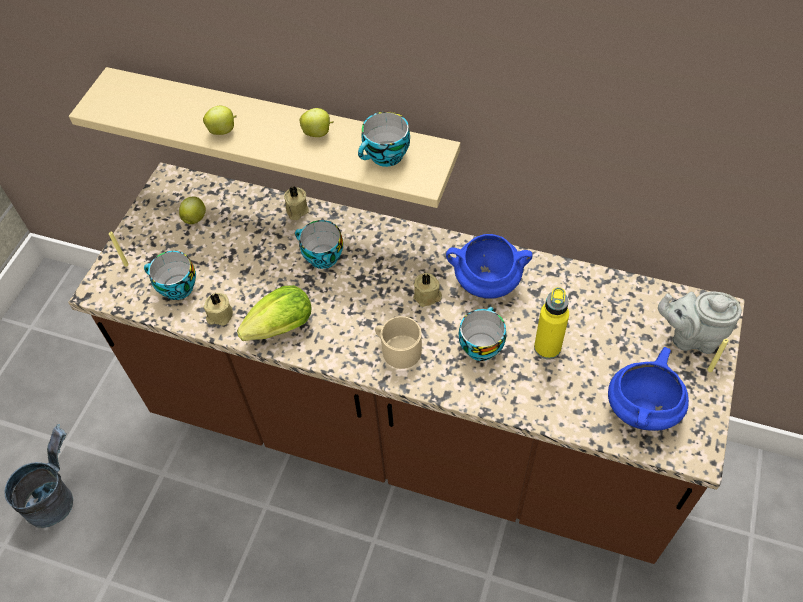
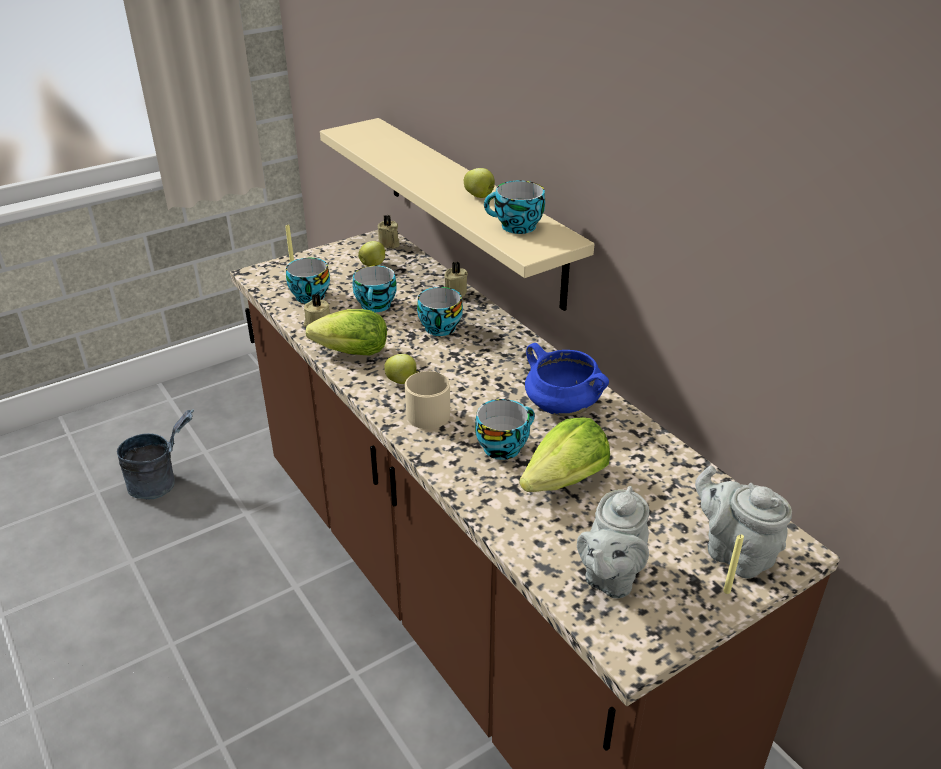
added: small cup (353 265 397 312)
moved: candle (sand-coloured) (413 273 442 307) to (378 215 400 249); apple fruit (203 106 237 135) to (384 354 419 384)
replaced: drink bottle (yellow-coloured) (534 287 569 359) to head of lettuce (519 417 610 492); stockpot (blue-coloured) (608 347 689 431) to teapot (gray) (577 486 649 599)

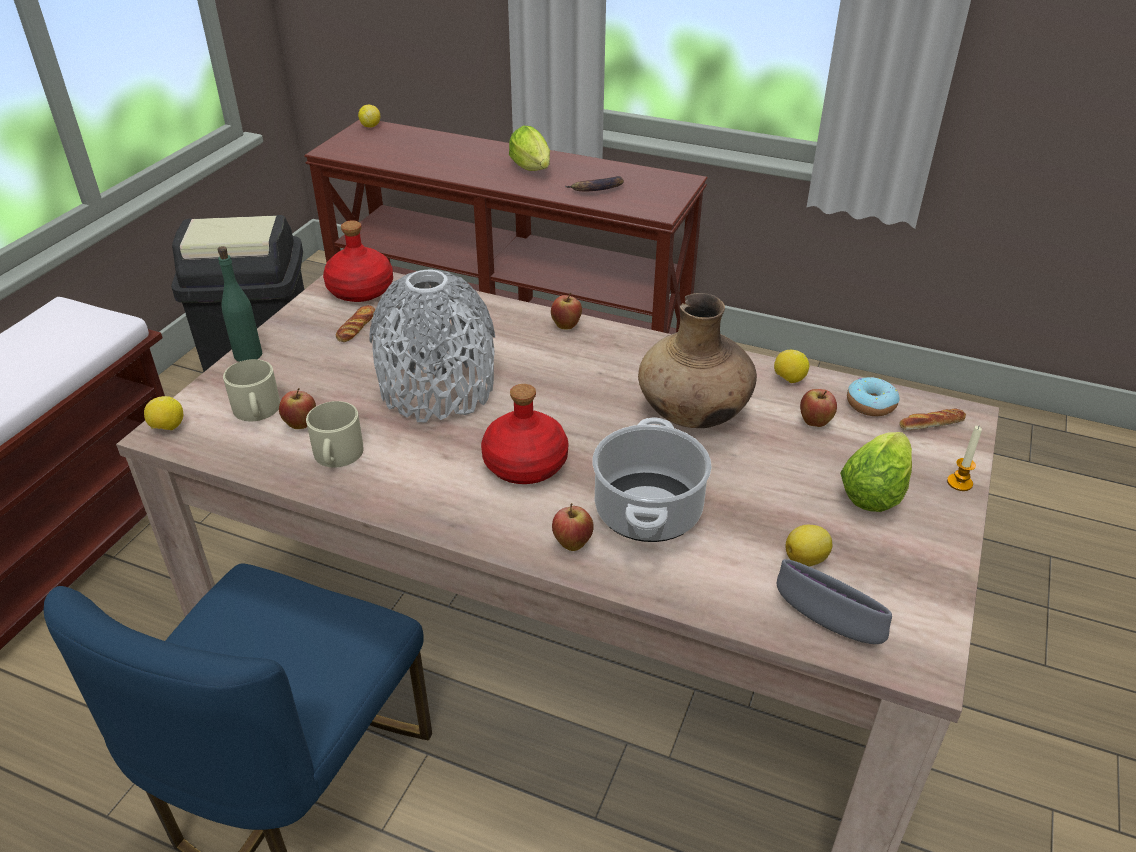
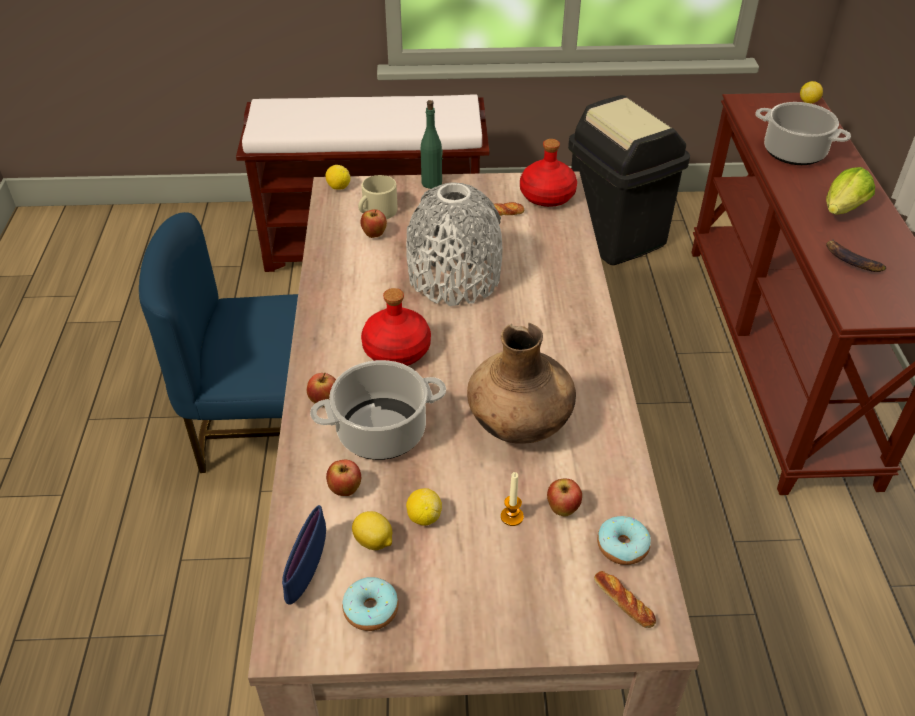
removed: coffee mug (sand-coloured) (306 401 363 467); head of lettuce (840 432 912 512)
added: ring doughnut (342 577 399 631); stockpot (755 102 851 165)
moved: apple fruit (551 293 582 329) to (326 460 361 496); whole lemon (774 350 809 383) to (406 488 442 526); candle (947 426 982 491) to (501 472 524 526)
recoloured: serving bowl (gray) (777 559 892 644) to serving bowl (blue-coloured) (282 505 326 605)

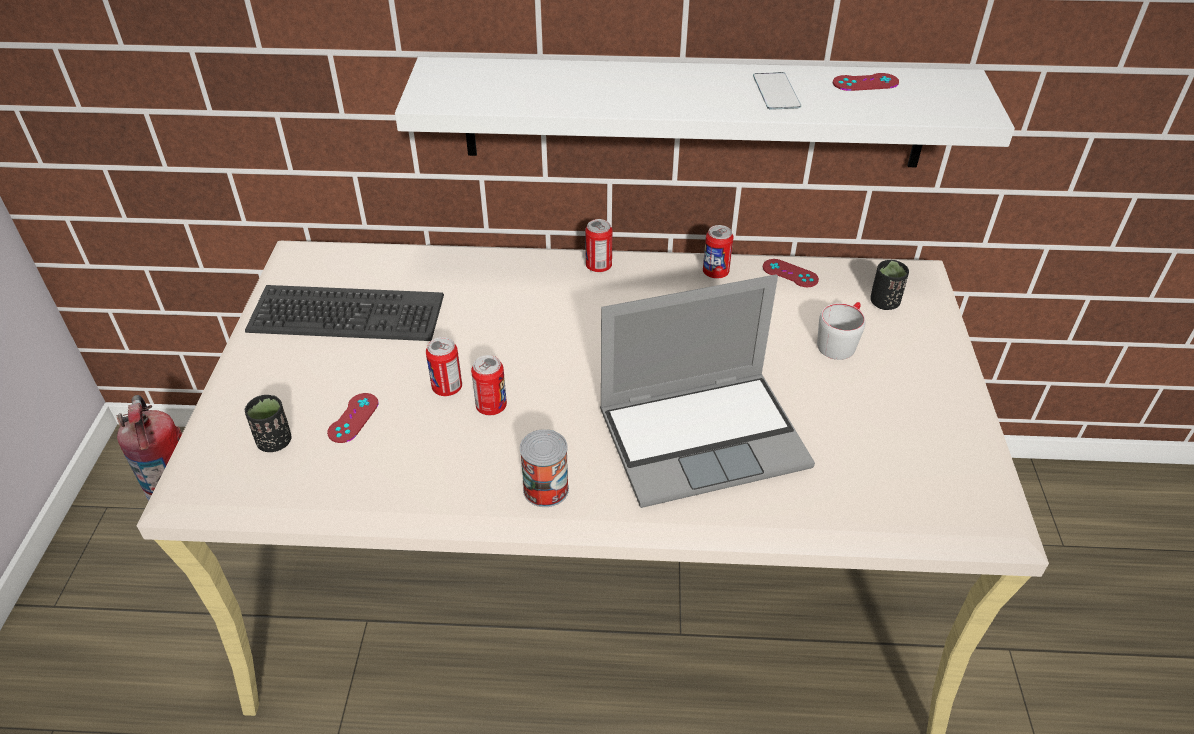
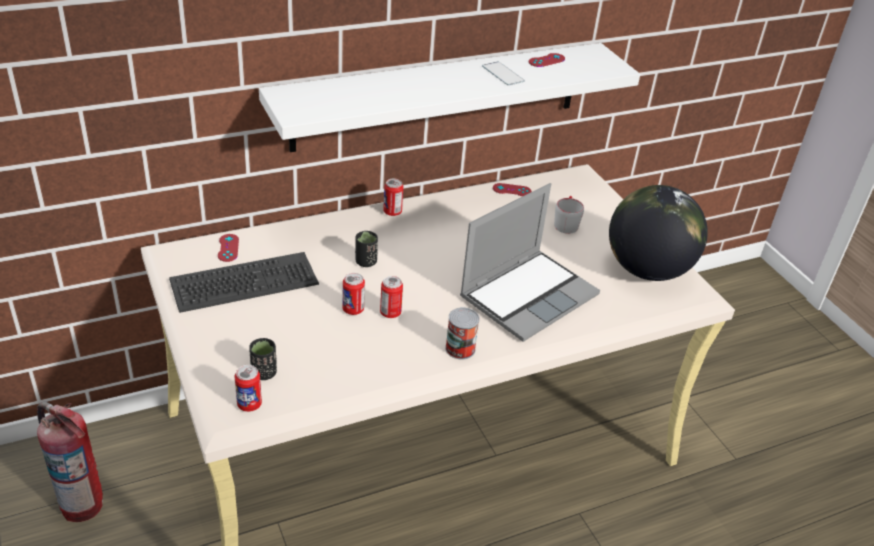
added: world globe (609 185 708 281)
moved: gamepad (red-coloured) (327 393 379 443) to (218 234 239 262); metal can (703 225 733 279) to (235 365 262 412); small cup (black-coloured) (870 260 909 310) to (355 231 378 267)

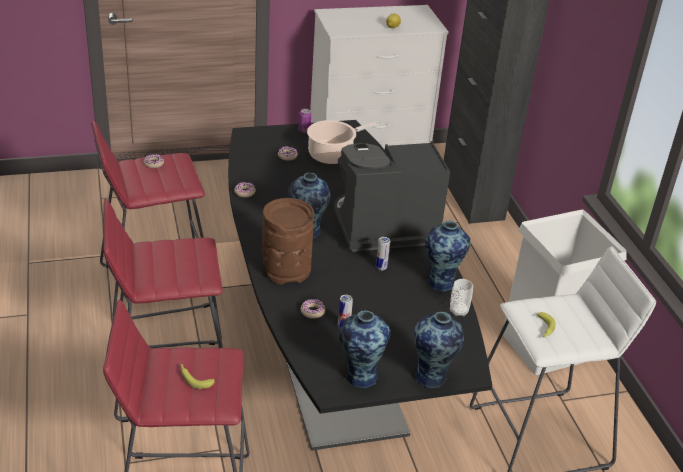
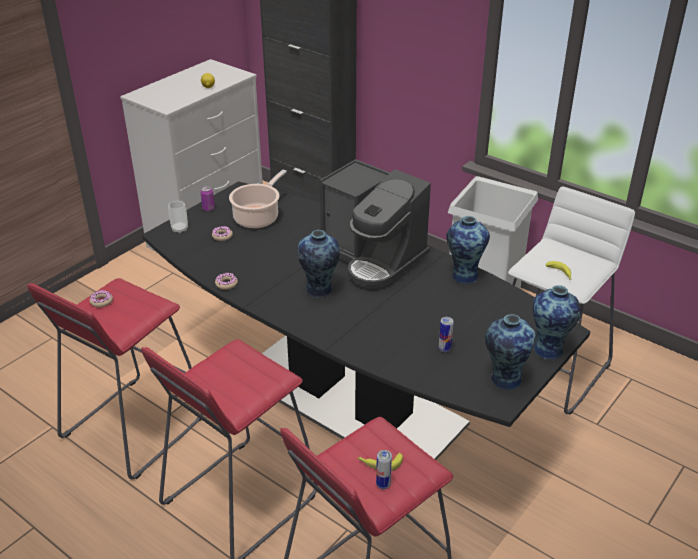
removed: decorative vase (brown-coloured) (262 198 314 285); ring doughnut (301 299 325 319)
moved: small cup (450 279 473 316) to (168 201 188 233); metal can (376 237 390 270) to (376 450 392 489)
turned: coffee machine (334 141 450 252) = (319 159 431 289) 90 degrees counterclockwise

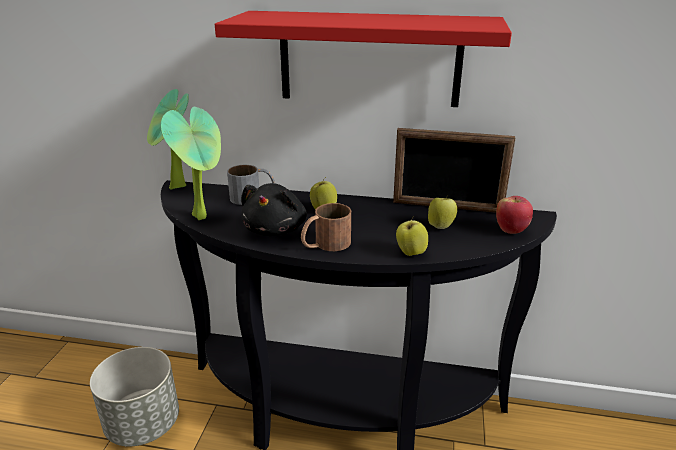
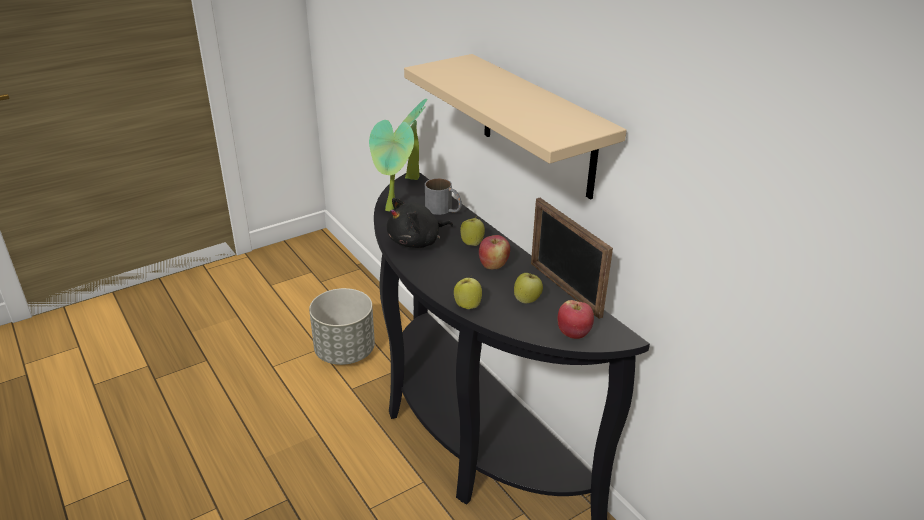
removed: coffee mug (brown-coloured) (301 203 351 251)
added: apple fruit (479 235 510 269)
recoloured: bracket shelf (red-coloured) (215 11 512 107) to bracket shelf (sand-coloured) (404 54 627 200)

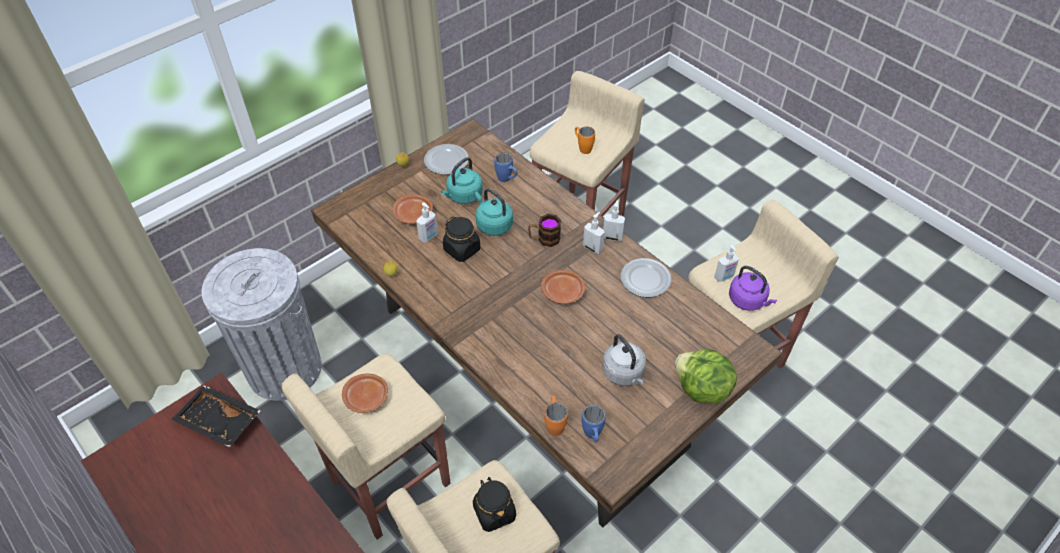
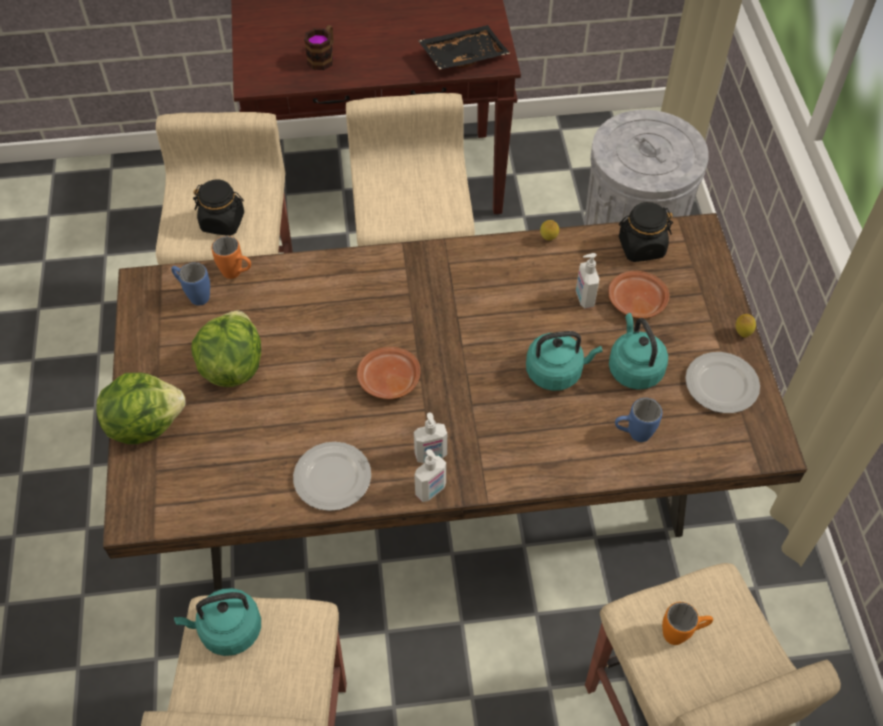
removed: flat dish (brown-coloured) (342 374 388 413); soap bottle (714 245 739 282)
moved: coffee mug (528 214 561 247) to (304 25 334 70); storage jar (black-coloured) (443 217 480 262) to (619 202 673 262)
replaced: tea kettle (gray) (602 334 646 386) to head of lettuce (191 310 261 387)
recoloured: tea kettle (purple) (729 266 777 311) to tea kettle (blue-green) (174 588 261 656)

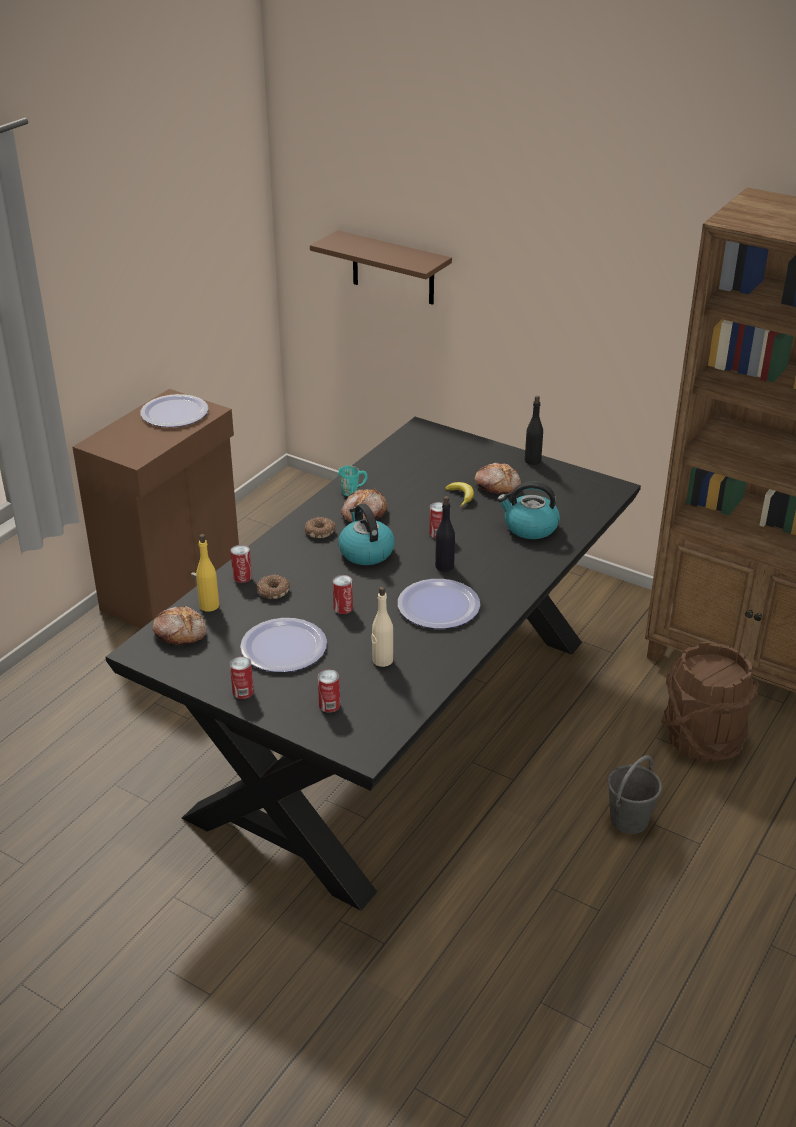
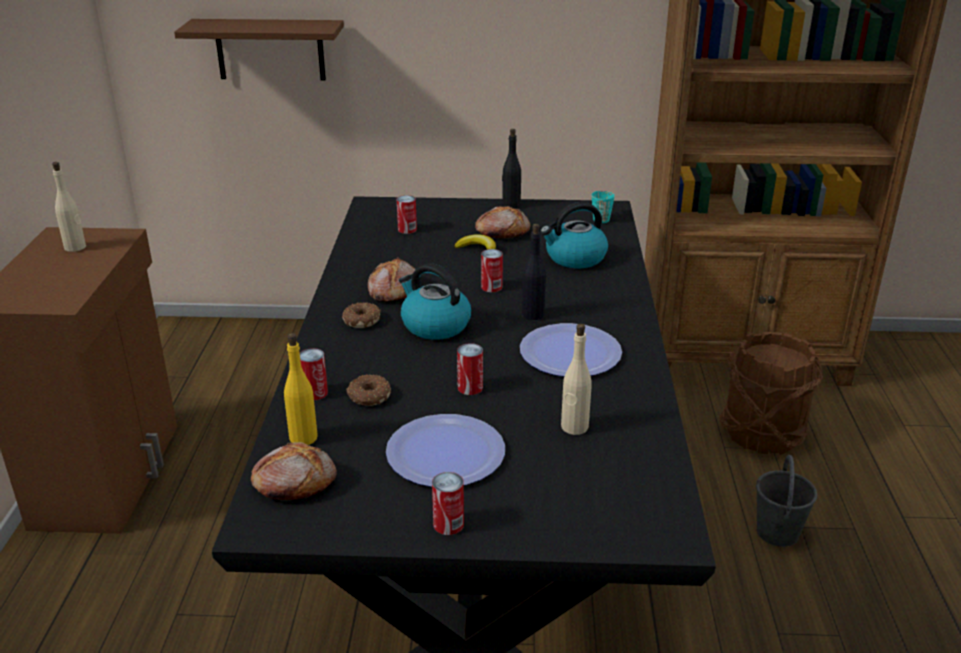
moved: metal can (318 670 340 713) to (397 195 417 234); coffee mug (blue-green) (338 466 368 496) to (592 191 615 223)
replaced: flat dish (140 394 209 427) to drink bottle (sand-coloured) (52 162 86 252)

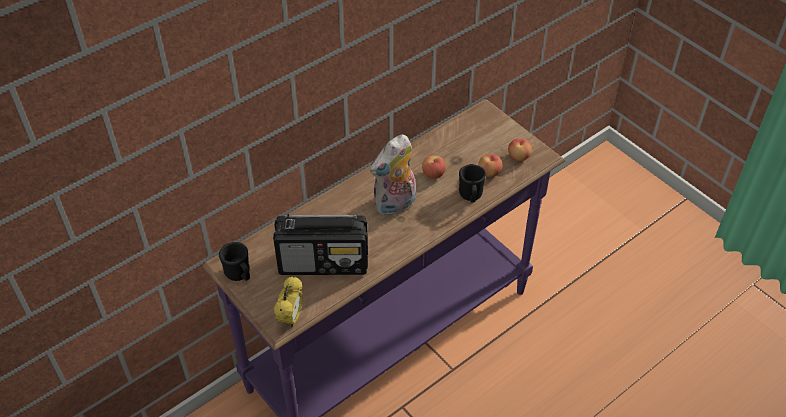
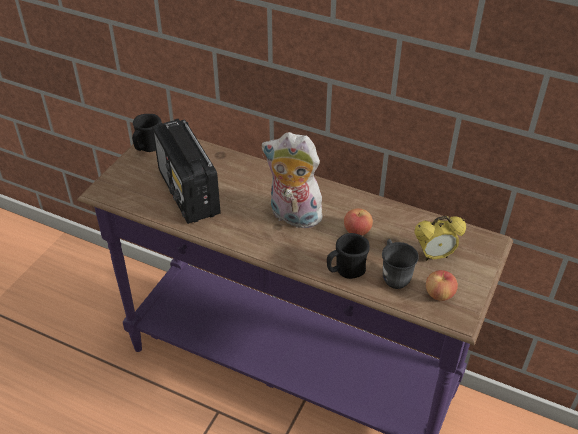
moved: table clock (274 276 303 327) to (414 216 466 261)
replaced: apple fruit (478 154 502 177) to coffee mug (gray) (382 239 419 289)

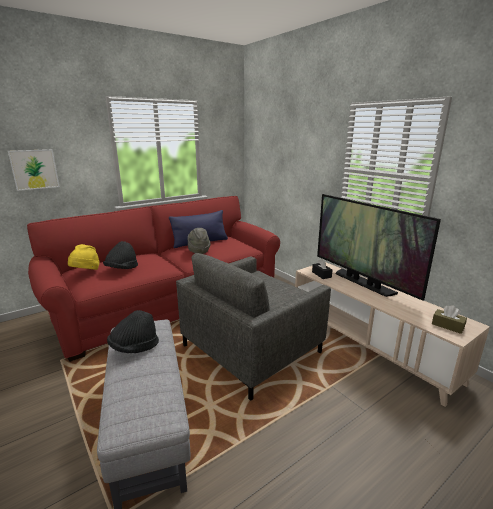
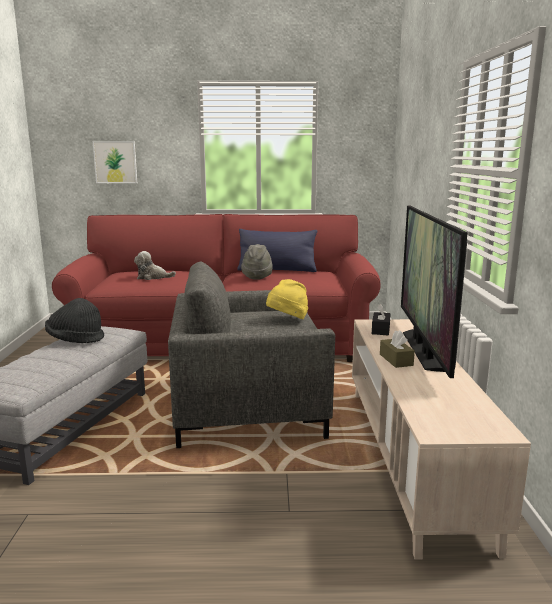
moved: wearable hat (yellow-coloured) (68 244 100 270) to (266 279 308 319); box of tissues (brown-coloured) (432 305 467 334) to (380 330 415 368)
replaced: wearable hat (black-coloured) (103 241 138 269) to cuddly toy (134 251 176 280)

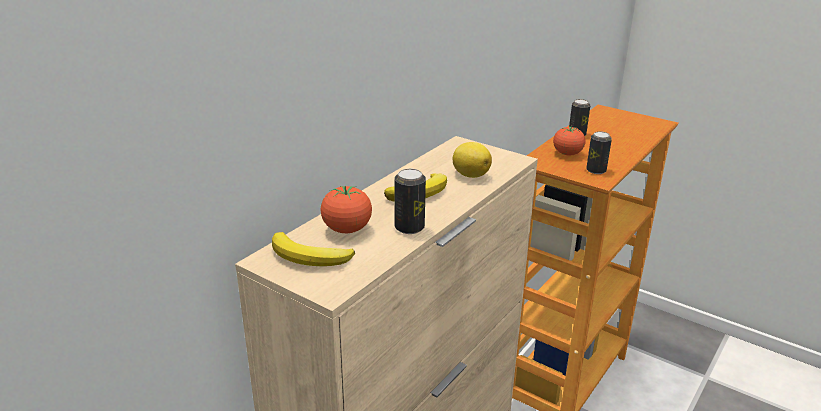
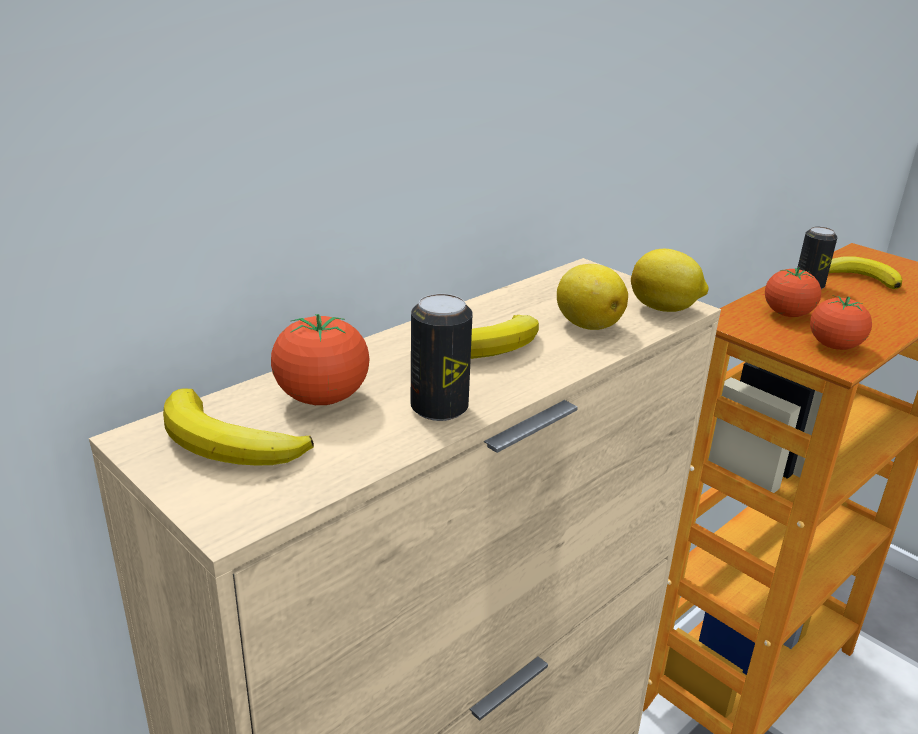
added: whole lemon (631 249 708 312); whole banana (829 256 902 289)
replaced: metal can (586 131 612 174) to fresh tomato (810 296 872 350)

